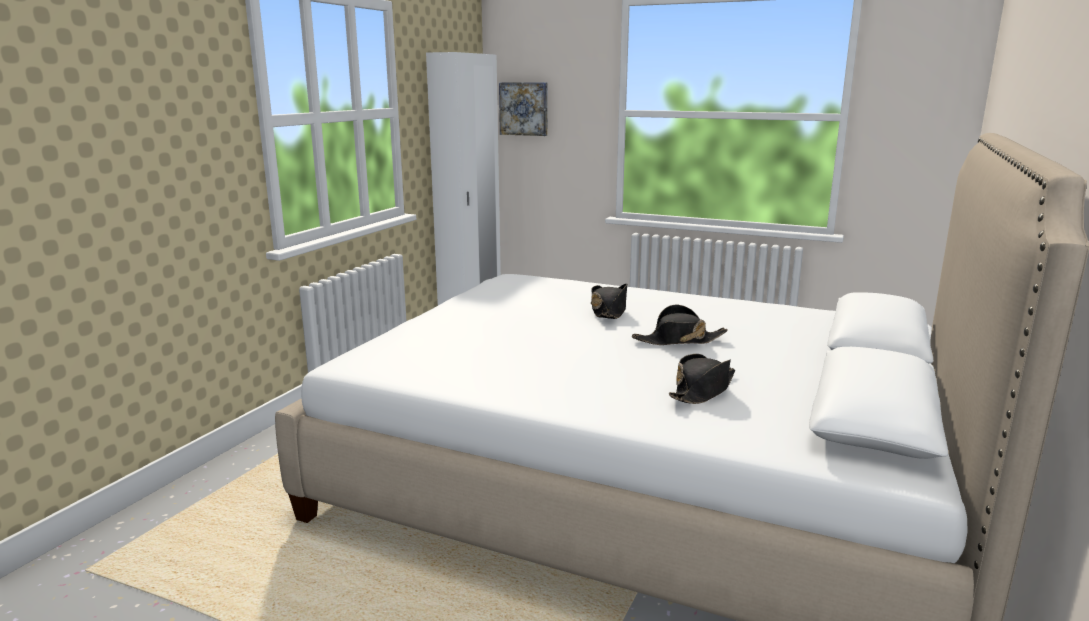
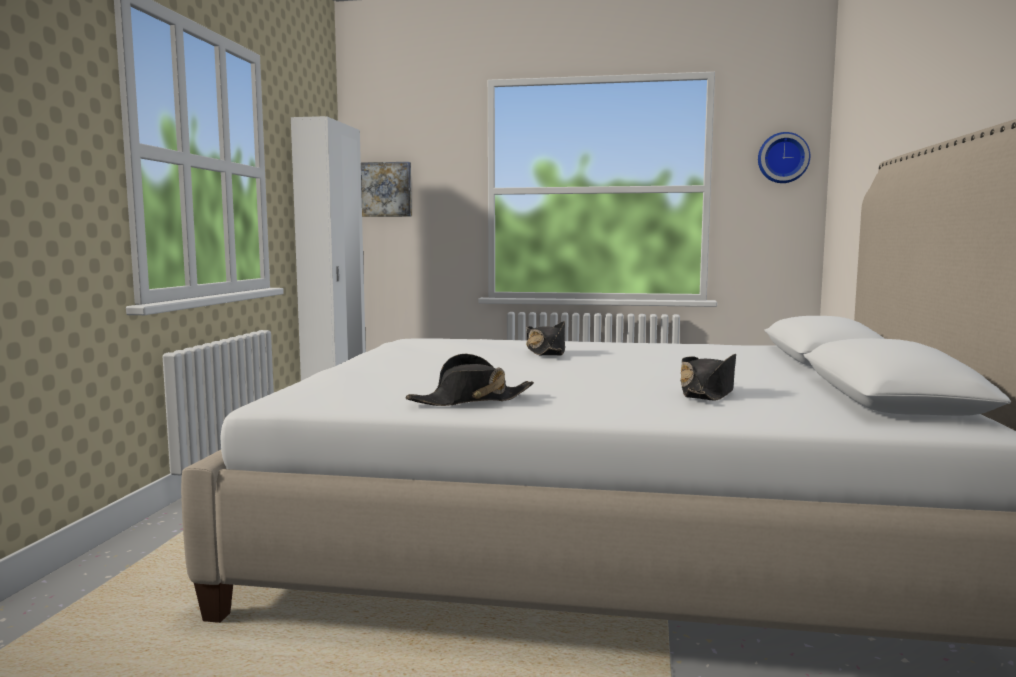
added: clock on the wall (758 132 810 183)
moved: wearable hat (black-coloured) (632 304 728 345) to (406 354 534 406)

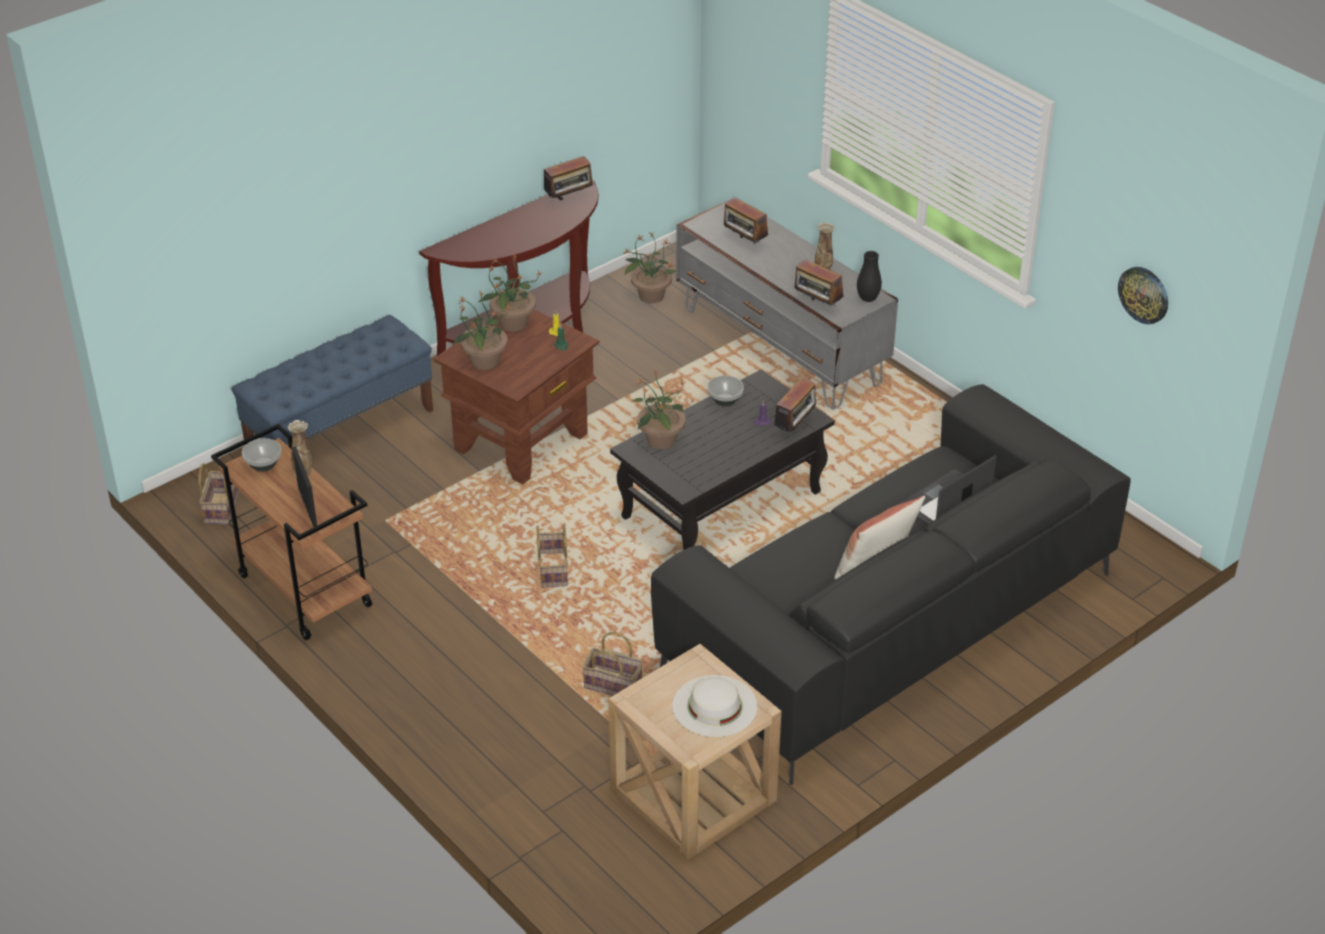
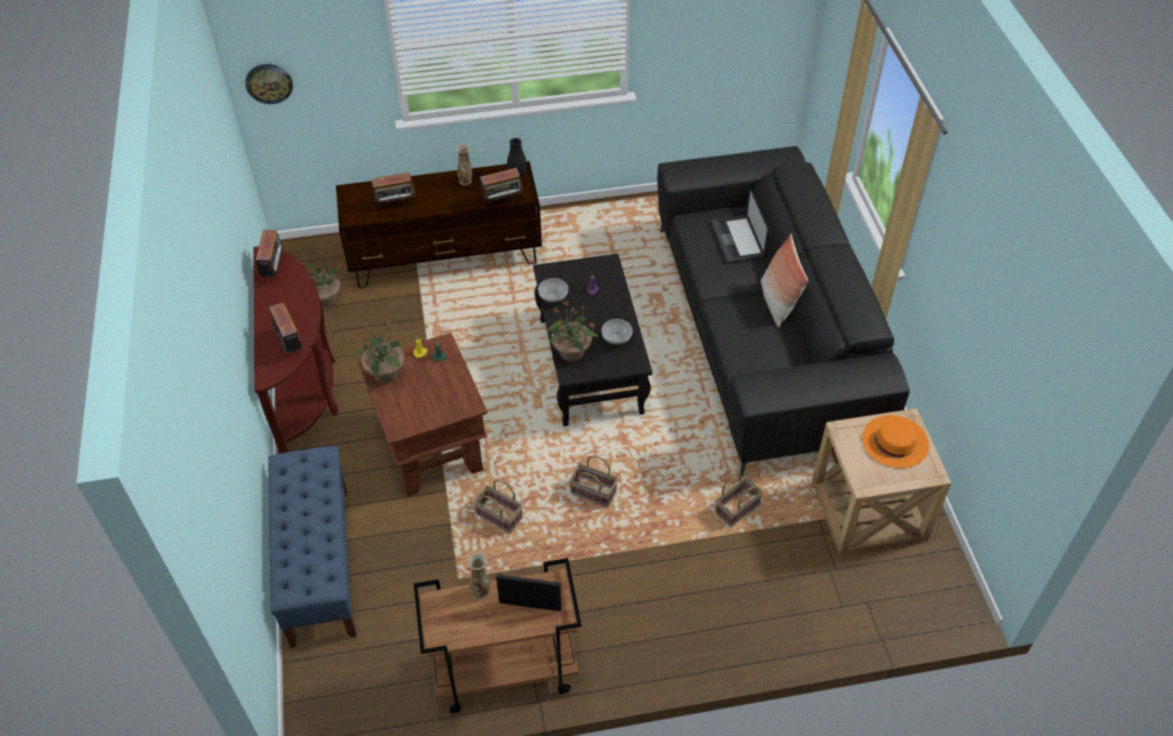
removed: potted plant (453 291 511 370)
moved: clock on the wall (1118 267 1168 324) to (245 64 293 104); radio receiver (774 377 816 436) to (267 303 303 356); basket (198 463 239 525) to (474 480 523 533); serving bowl (242 438 281 472) to (601 319 633 346)
recoloured: tv stand (gray) (676 197 898 410) to tv stand (brown-coloured) (336 161 542 288); wearable hat (white-coloured) (672 675 757 737) to wearable hat (orange-coloured) (862 415 929 468)

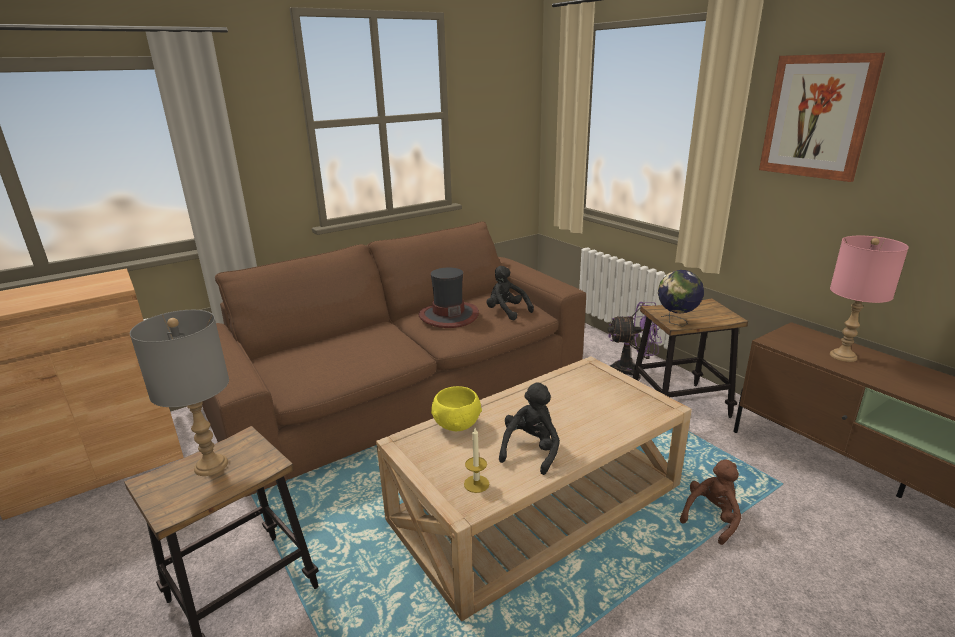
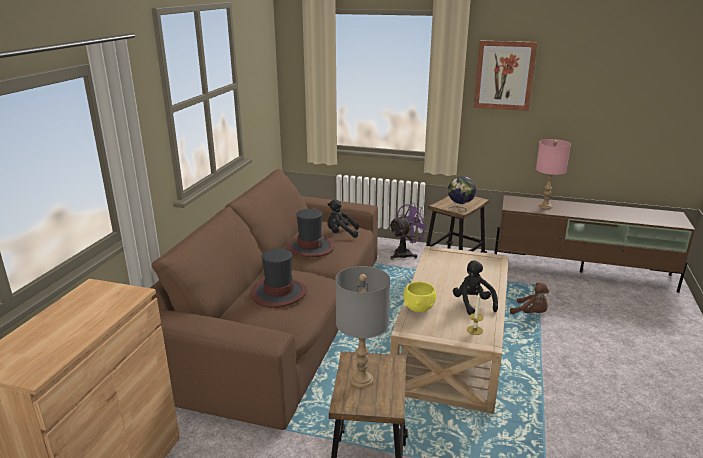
added: wearable hat (251 249 307 308)
turned: cuddly toy (brown-coloured) (680 459 741 545) = (510 282 549 314) 120 degrees clockwise

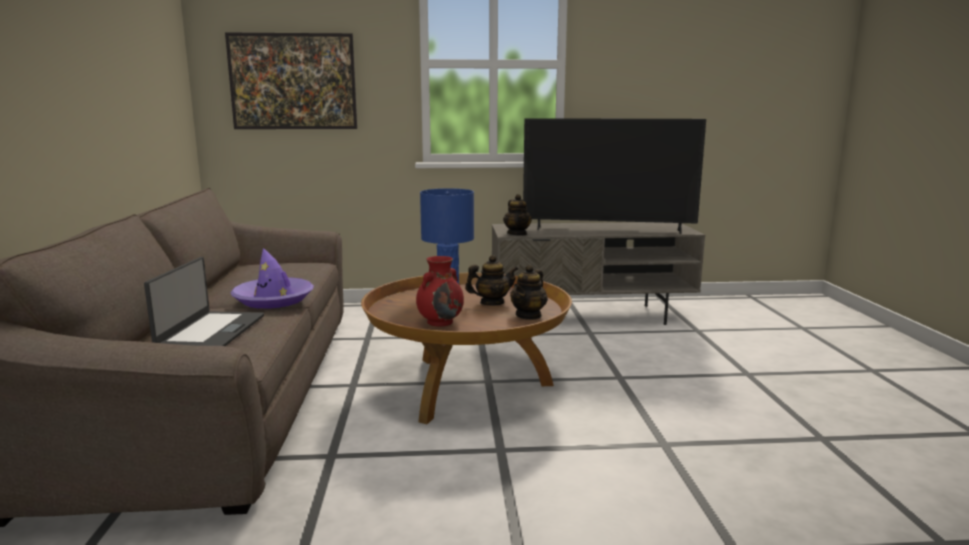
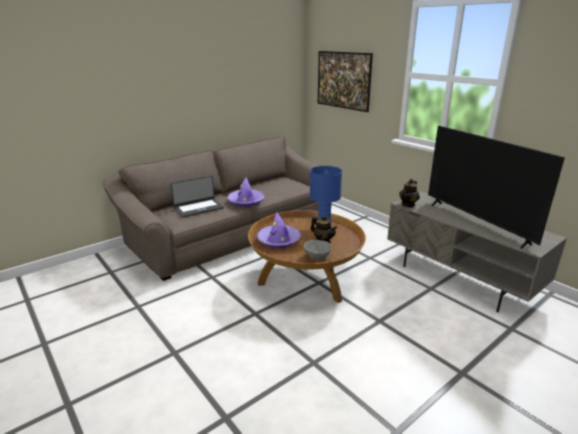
replaced: decorative vase (red-coloured) (416 256 464 326) to wearable hat (purple) (257 212 301 248); teapot (510 264 548 320) to serving bowl (gray) (304 240 332 260)

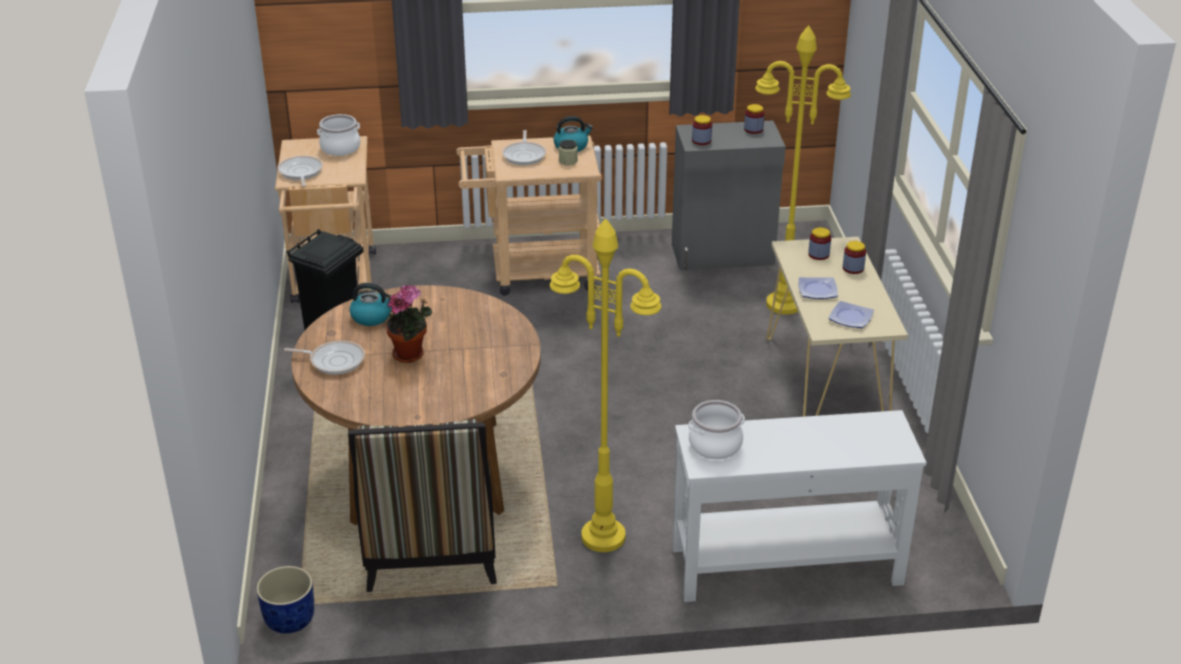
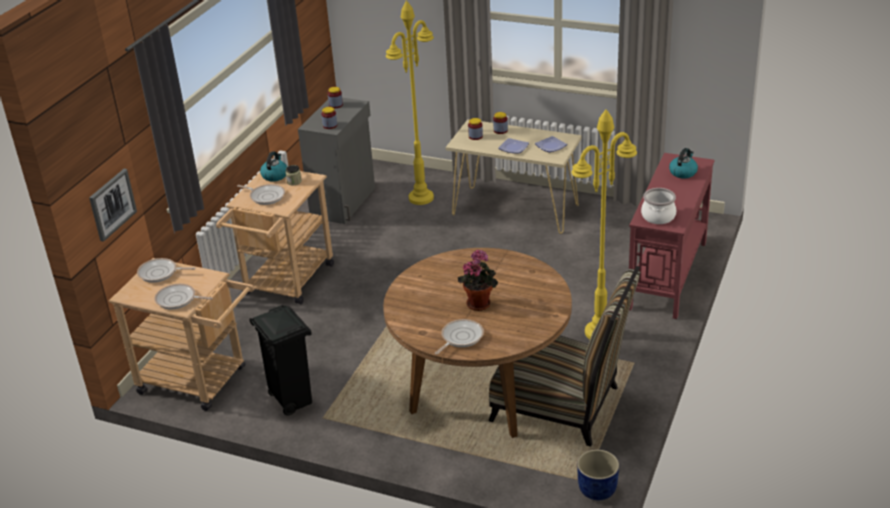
added: picture (89 169 137 242)
moved: tea kettle (349 283 396 326) to (669 148 698 178)
replaced: stockpot (317 114 360 156) to skillet (137 258 196 283)
recoloured: narrow table (white-coloured) (672 410 927 602) to narrow table (red-coloured) (629 153 715 319)

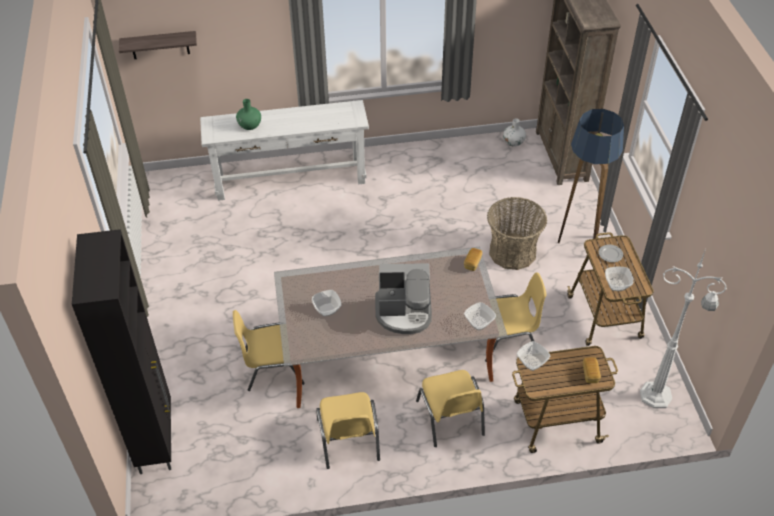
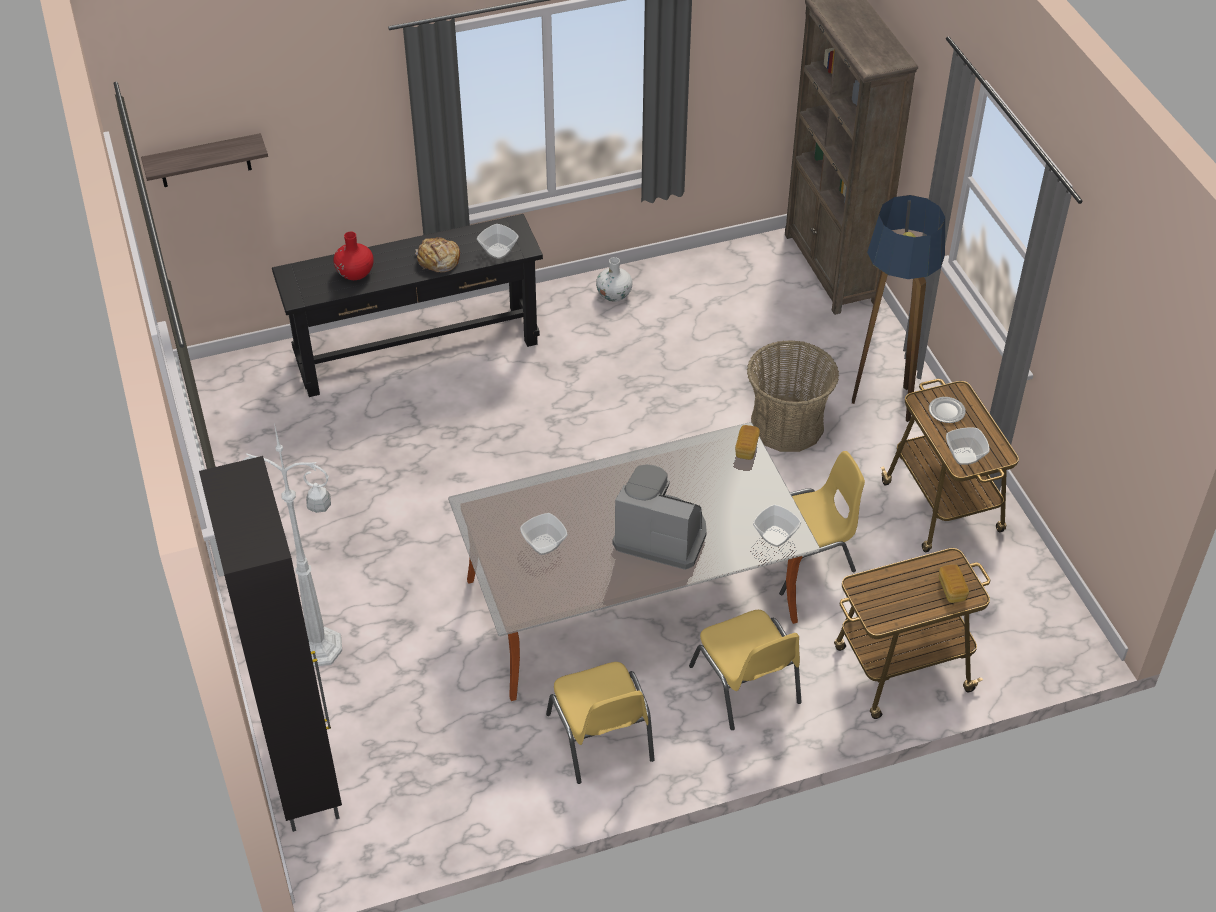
removed: chair (yellow-coloured) (233 310 305 391)
added: bakery bread (415 237 460 273)
moved: standard lamp (white-coloured) (640 251 727 408) to (242 423 342 667); serving bowl (517 341 550 371) to (477 224 519 259); decorative vase (white-coloured) (503 118 526 147) to (596 257 633 302)
recoloured: narrow table (white-coloured) (200 100 369 201) to narrow table (black-coloured) (272 214 543 397); decorative vase (green-coloured) (236 99 261 130) to decorative vase (red-coloured) (333 232 374 280)
turned: coffee machine (375 263 432 334) = (613 464 707 570) 150 degrees counterclockwise

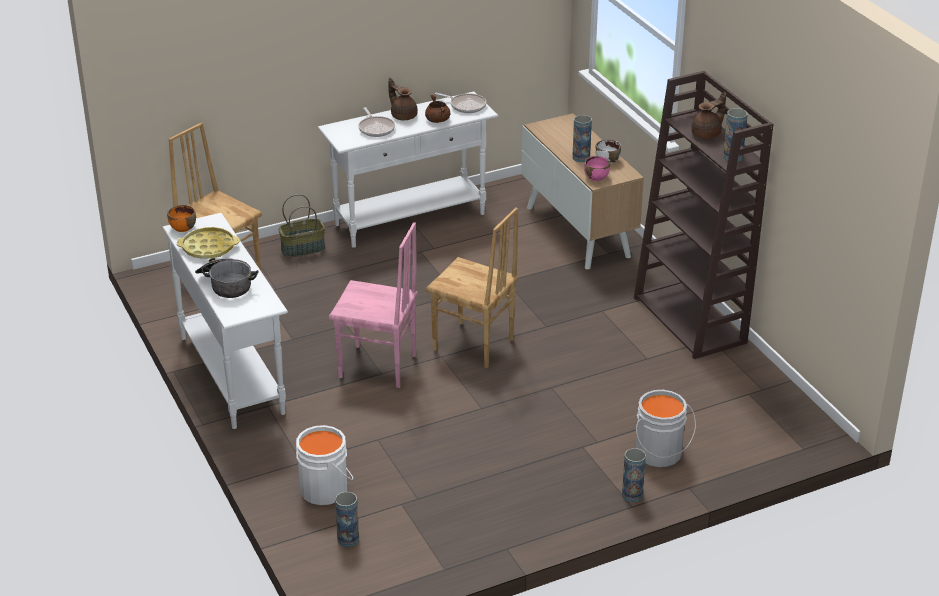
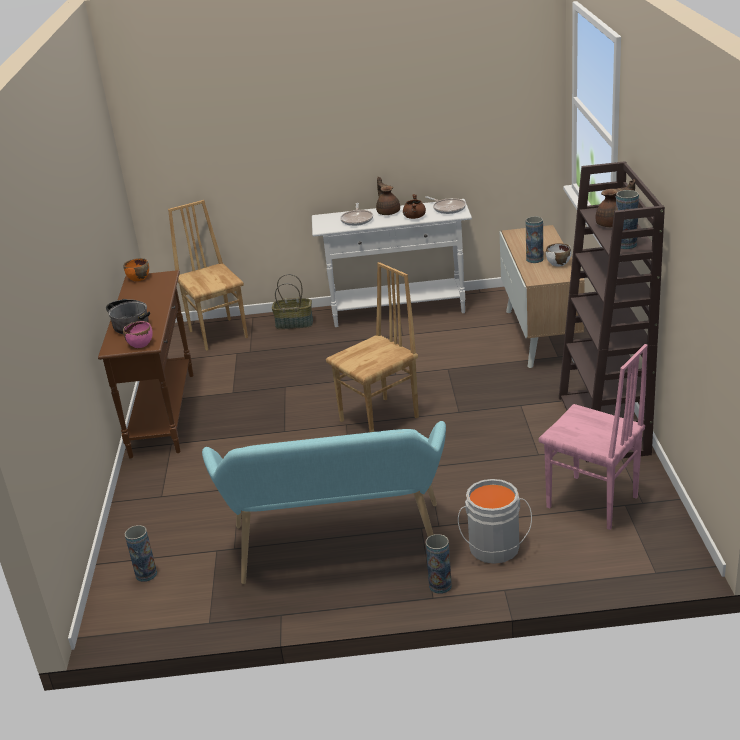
removed: tray (yellow-coloured) (177 227 239 259); pail (white-coloured) (296 425 353 505)
added: long seat (blue-green) (202 421 446 584)
moved: serving bowl (pinkish) (584 156 610 181) to (123 321 152 348); chair (pinkish) (329 222 418 388) to (538 344 648 530)
recoloured: narrow table (white-coloured) (162 213 288 429) to narrow table (brown-coloured) (98 270 194 458)
turned: chair (brown-coloured) (425 208 518 368) = (326 262 419 432) 90 degrees counterclockwise

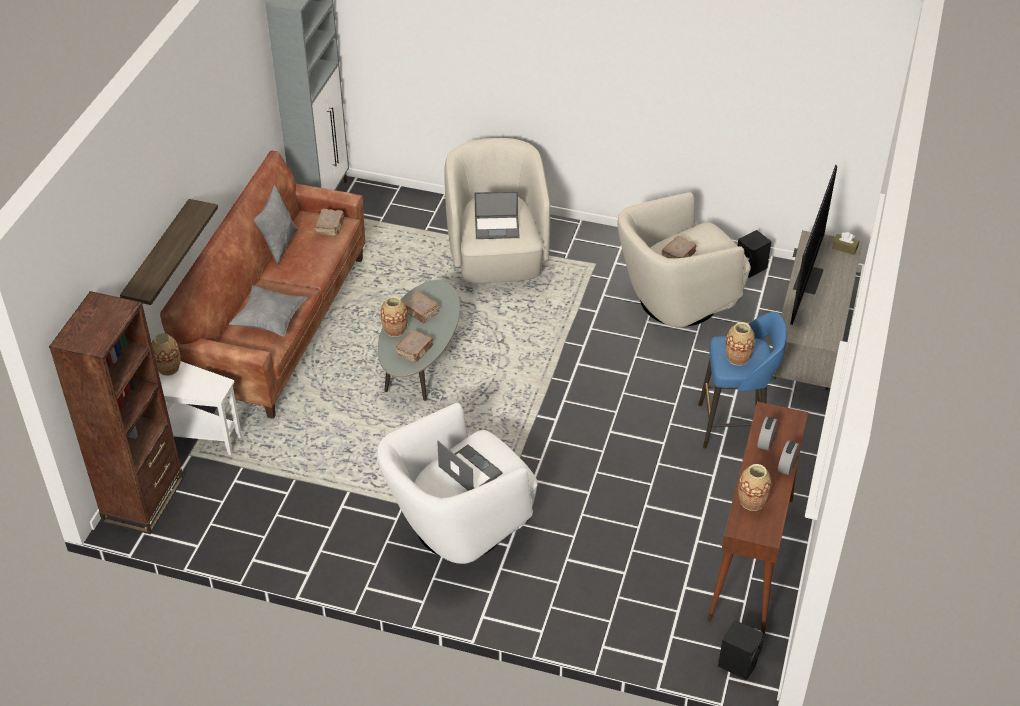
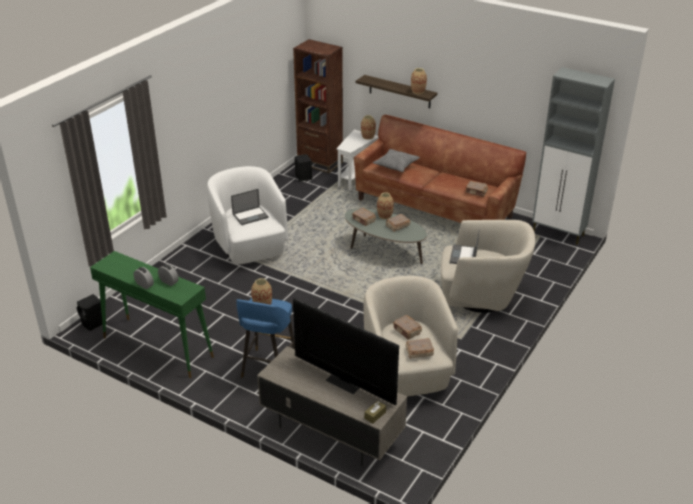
removed: pillow (gray) (254 185 298 264)
added: volume (brown-coloured) (406 338 434 359)
moved: speaker (black-coloured) (737 230 772 278) to (295 154 312 182); decorative vase (738 464 771 511) to (411 68 427 94)
recoloured: narrow table (brown-coloured) (707 402 808 635) to narrow table (green-coloured) (90 251 214 378)

